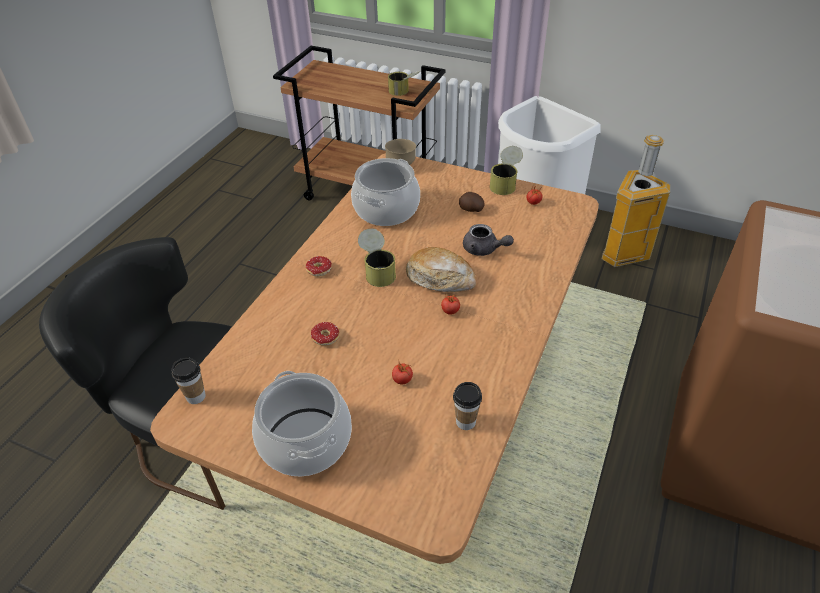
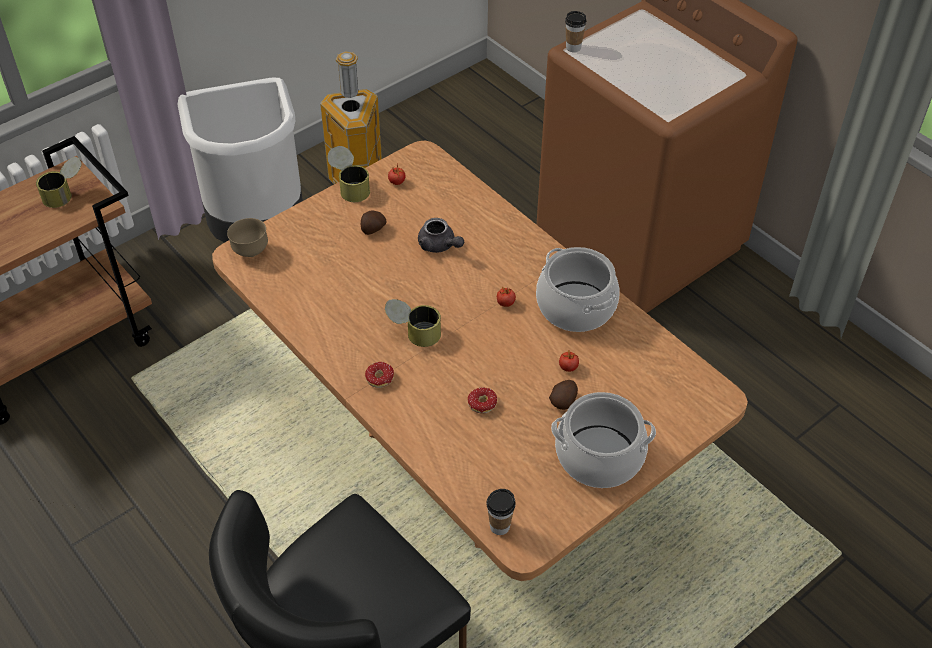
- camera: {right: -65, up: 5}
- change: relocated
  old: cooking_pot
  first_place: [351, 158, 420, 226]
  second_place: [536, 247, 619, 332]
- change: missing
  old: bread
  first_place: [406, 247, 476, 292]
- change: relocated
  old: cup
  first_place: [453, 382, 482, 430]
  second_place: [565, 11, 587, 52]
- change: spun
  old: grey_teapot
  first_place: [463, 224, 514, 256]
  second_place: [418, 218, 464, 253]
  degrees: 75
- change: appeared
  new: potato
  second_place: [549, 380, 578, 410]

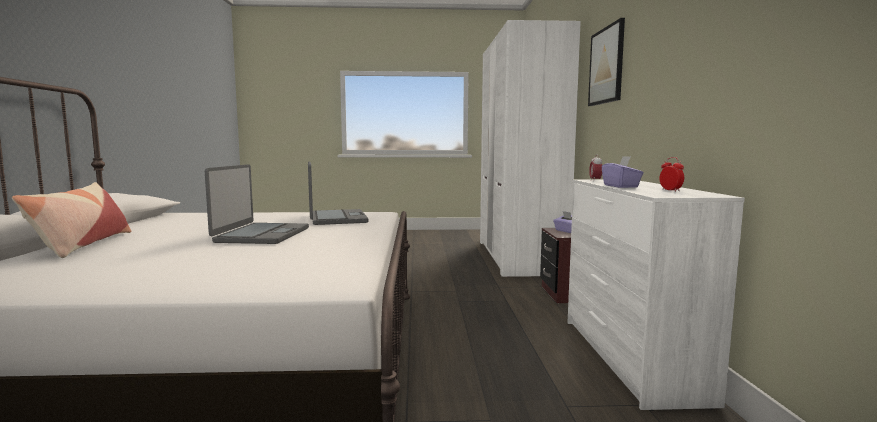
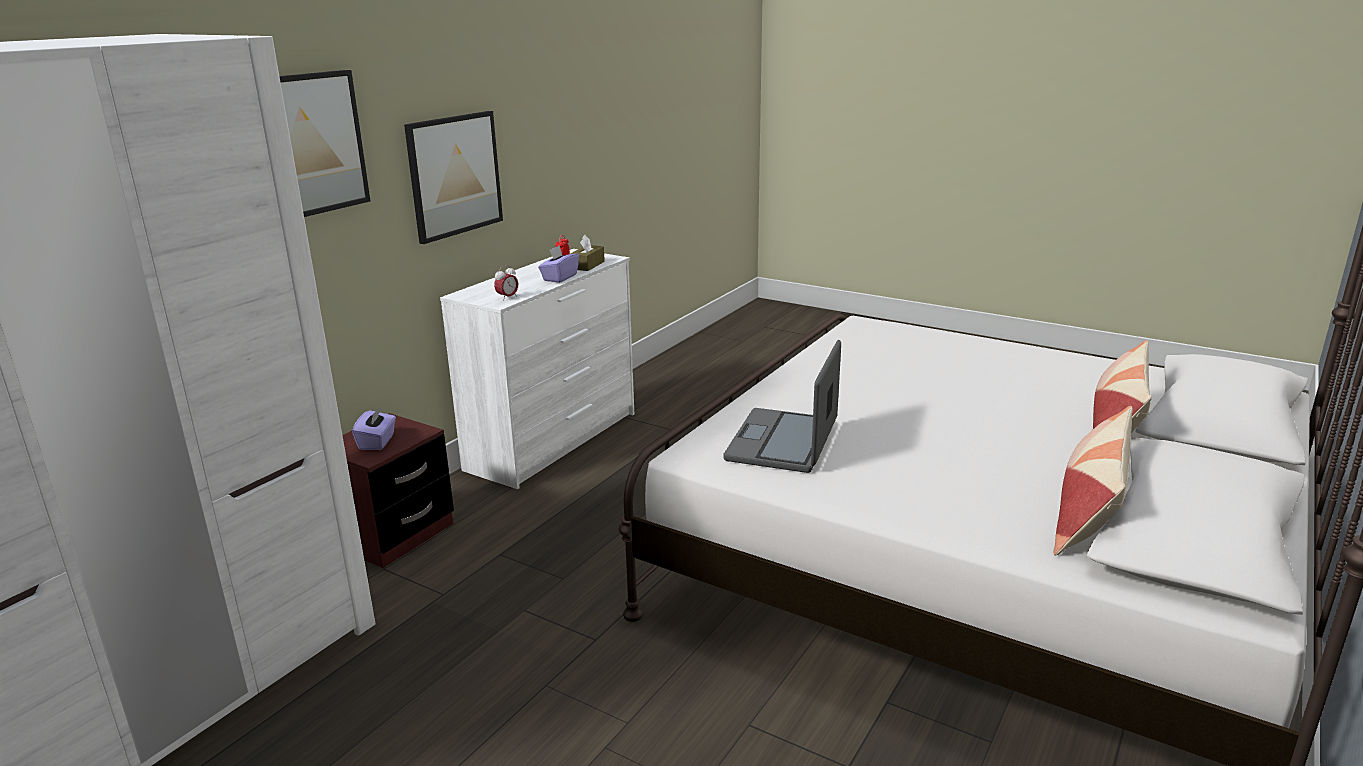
- camera: {right: -145, up: 15}
- change: missing
  old: laptop
  first_place: [205, 164, 309, 244]
- change: appeared
  new: picture
  second_place: [404, 111, 503, 244]
- change: appeared
  new: brown_tissue_box
  second_place: [570, 235, 605, 271]
- change: appeared
  new: pillow
  second_place: [1054, 406, 1133, 556]

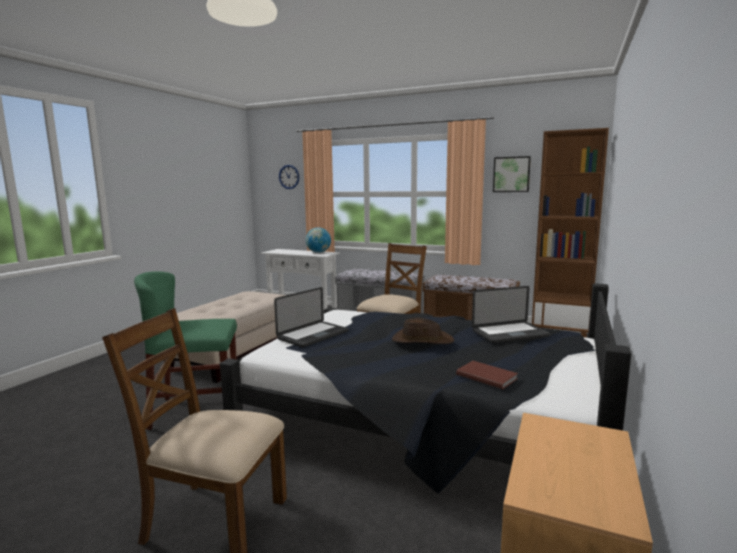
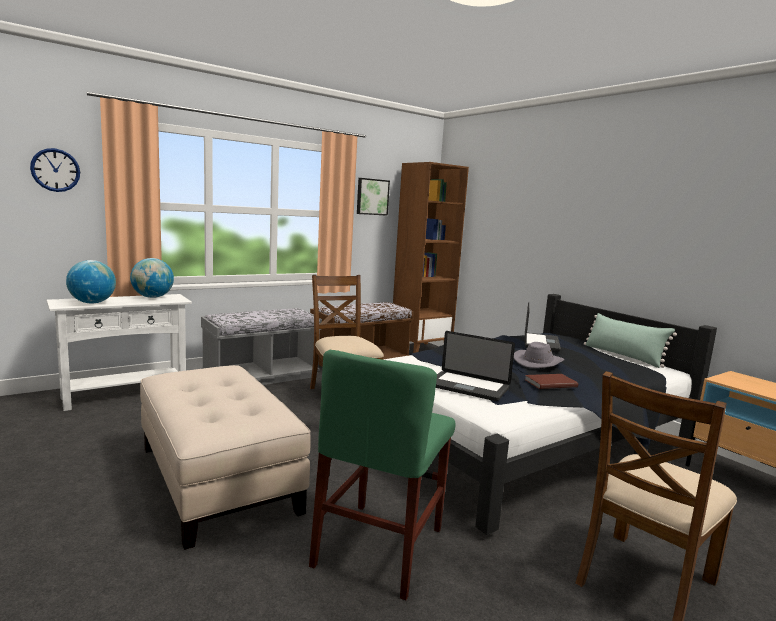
- camera: {right: -60, up: 0}
- change: spun
  old: laptop
  first_place: [274, 287, 348, 348]
  second_place: [436, 331, 515, 401]
  degrees: 135
- change: colour
  old: brown_hat
  new: grey_hat
  first_place: [392, 318, 454, 344]
  second_place: [514, 342, 564, 368]
- change: relocated
  old: brown_book
  first_place: [456, 361, 518, 389]
  second_place: [525, 374, 578, 389]
- change: appeared
  new: globe
  second_place: [66, 260, 116, 303]
- change: appeared
  new: green_pillow
  second_place: [584, 313, 677, 368]

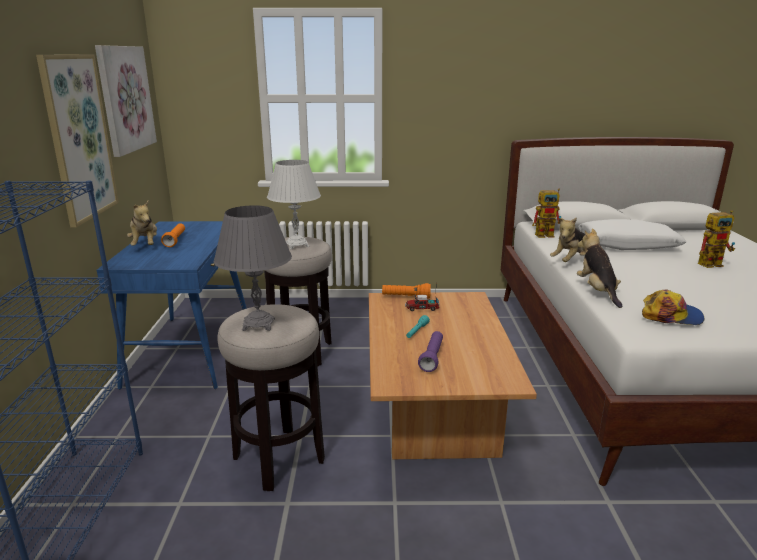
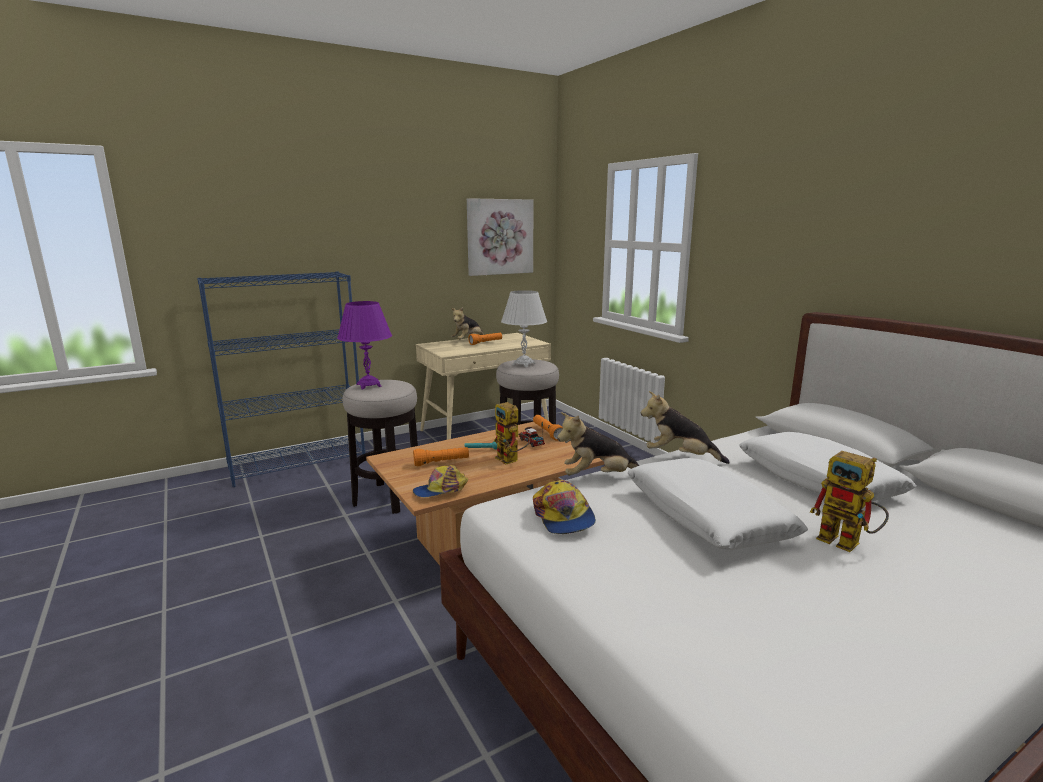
- camera: {right: 60, up: -5}
- change: missing
  old: picture
  first_place: [36, 54, 119, 227]
- change: colour
  old: blue_desk
  new: beige_desk
  first_place: [97, 221, 247, 390]
  second_place: [416, 333, 551, 440]
- change: colour
  old: grey_table_lamp
  new: purple_table_lamp
  first_place: [213, 205, 292, 331]
  second_place: [337, 301, 392, 389]
- change: colour
  old: purple_flashlight
  new: orange_flashlight
  first_place: [418, 331, 443, 372]
  second_place: [413, 447, 469, 466]
- change: relocated
  old: toy_robot
  first_place: [532, 189, 561, 238]
  second_place: [494, 402, 530, 465]
- change: spun
  old: plush_toy
  first_place: [577, 228, 623, 308]
  second_place: [557, 412, 639, 476]
  degrees: -150
- change: appeared
  new: cap
  second_place: [413, 465, 468, 497]
- change: appeared
  new: white_pillow
  second_place: [627, 458, 808, 550]

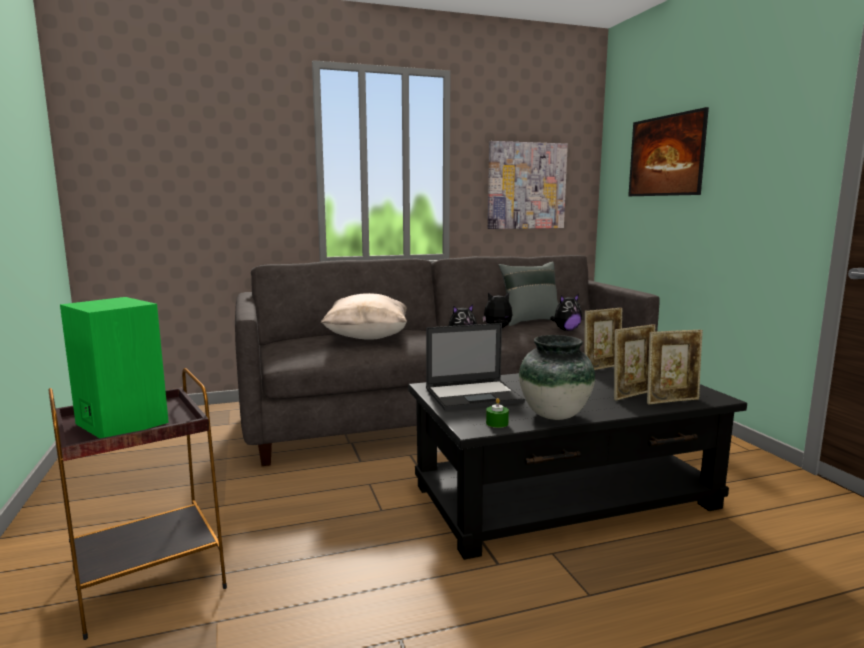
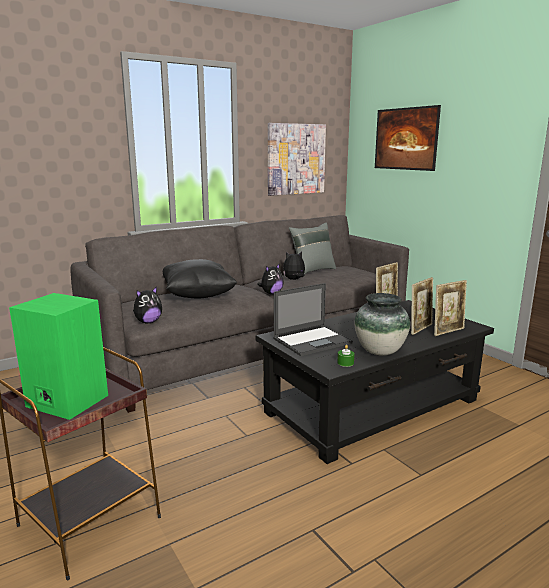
- camera: {right: -15, up: 5}
- change: colour
  old: beige_pillow
  new: black_pillow
  first_place: [321, 293, 407, 340]
  second_place: [163, 259, 237, 298]
- change: relocated
  old: plush_toy
  first_place: [550, 294, 582, 331]
  second_place: [133, 286, 162, 323]

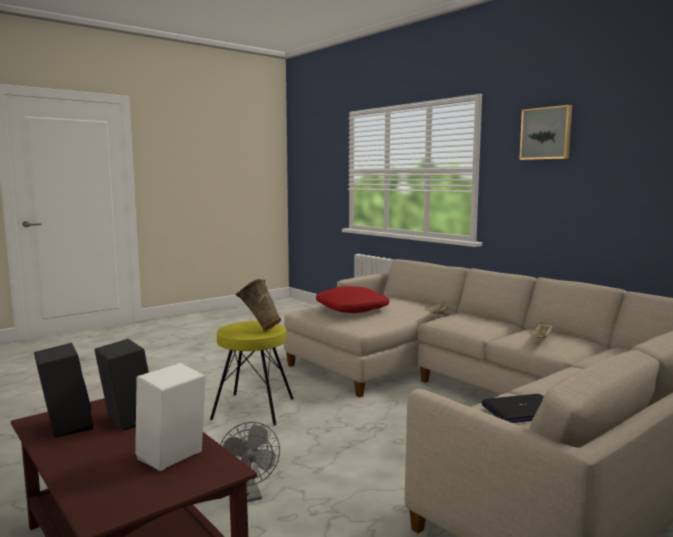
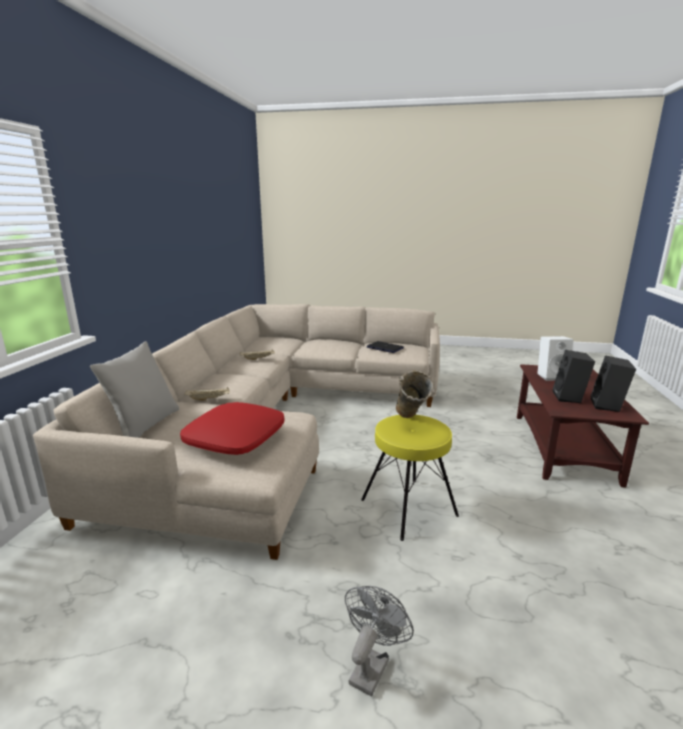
- camera: {right: -130, up: 10}
- change: relocated
  old: grey_fan
  first_place: [220, 422, 280, 502]
  second_place: [345, 586, 414, 696]
- change: missing
  old: picture
  first_place: [519, 105, 572, 160]
- change: appeared
  new: grey_pillow
  second_place: [90, 341, 179, 438]

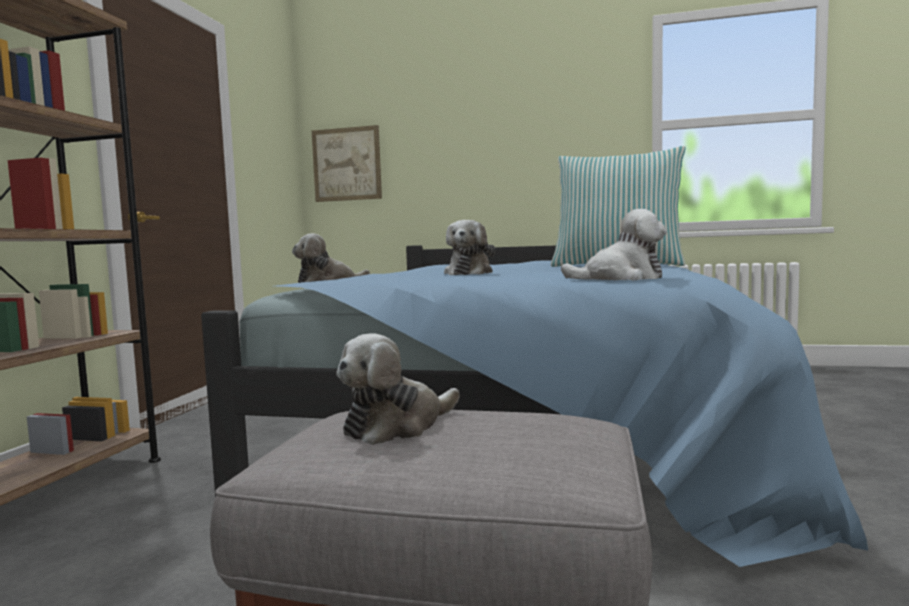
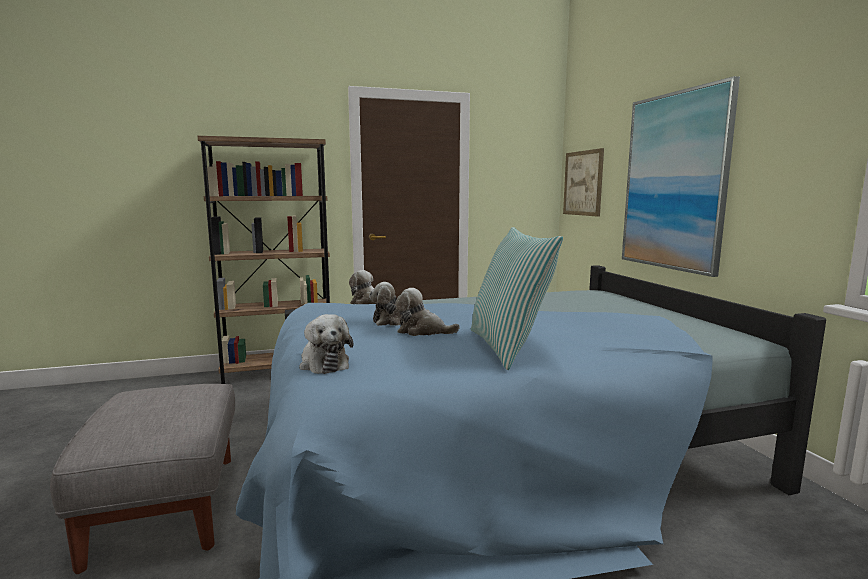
- camera: {right: 60, up: 5}
- change: relocated
  old: plush_toy
  first_place: [336, 333, 460, 445]
  second_place: [396, 288, 460, 336]
- change: appeared
  new: picture
  second_place: [622, 76, 740, 277]

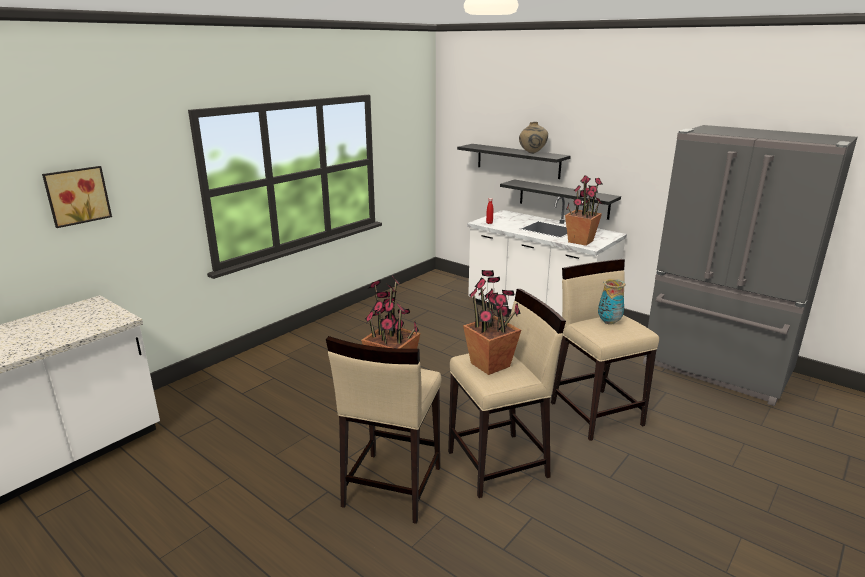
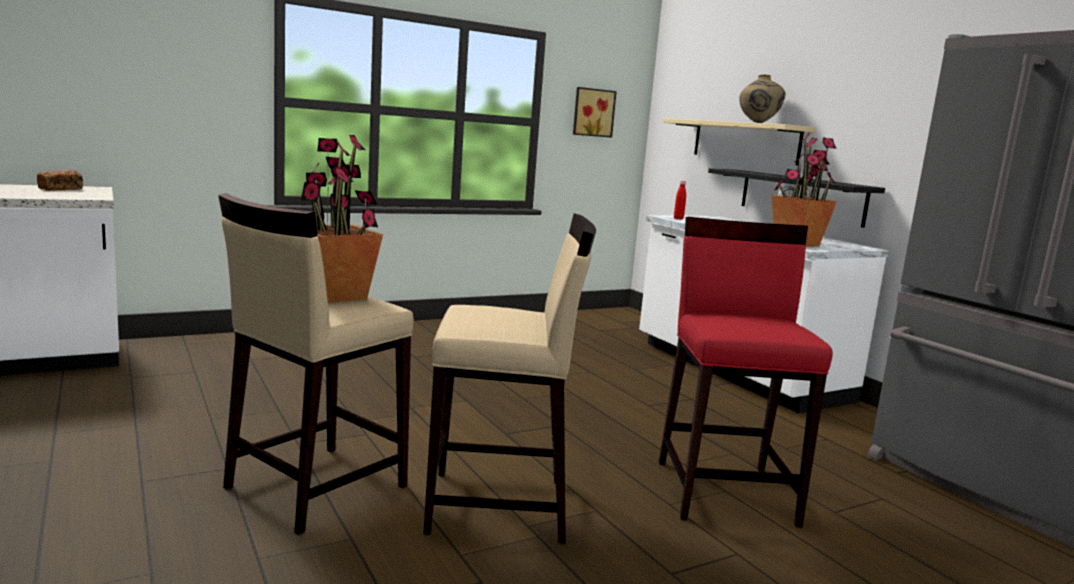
- camera: {right: 20, up: -10}
- change: relocated
  old: picture
  first_place: [42, 166, 112, 228]
  second_place: [573, 87, 617, 138]
- change: colour
  old: black_shelf
  new: beige_shelf
  first_place: [457, 144, 571, 179]
  second_place: [662, 118, 816, 165]
- change: missing
  old: potted_plant
  first_place: [463, 270, 521, 375]
- change: colour
  old: beige_stool
  new: red_stool
  first_place: [551, 259, 659, 441]
  second_place: [659, 217, 833, 528]
- change: missing
  old: vase
  first_place: [598, 279, 626, 325]
- change: appeared
  new: bread
  second_place: [37, 170, 83, 191]

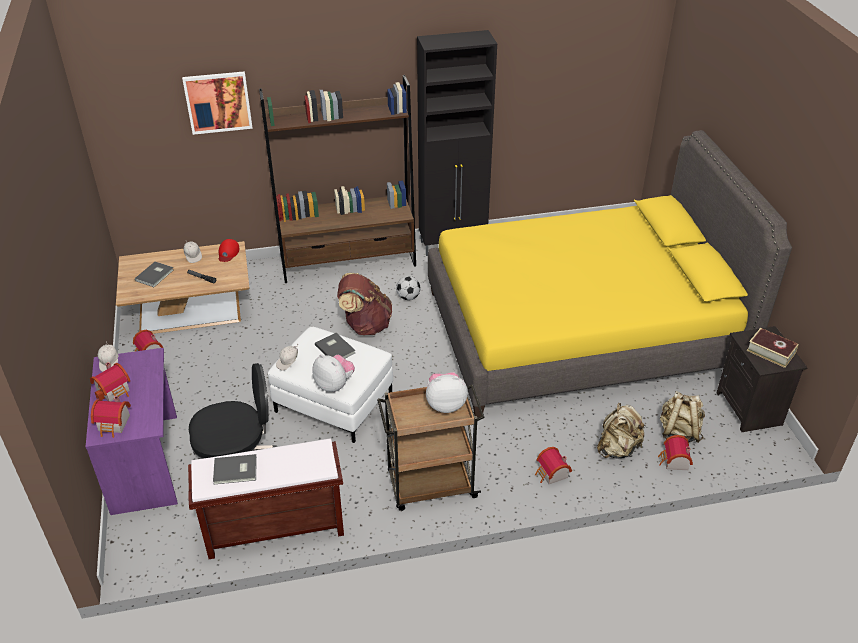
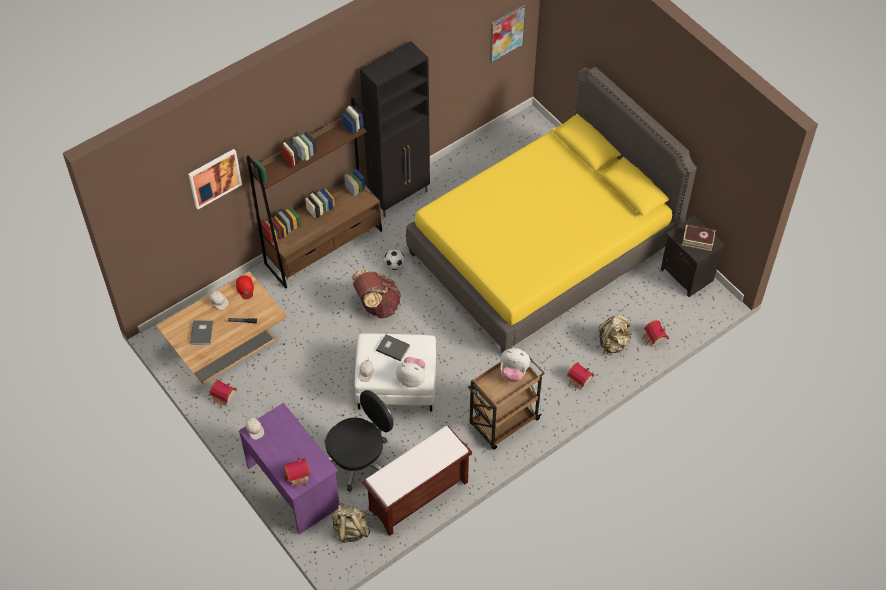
- camera: {right: -25, up: 15}
- change: missing
  old: toy_house
  first_place: [90, 362, 130, 401]
- change: missing
  old: grey_book
  first_place: [213, 454, 257, 484]
- change: spun
  old: plush_toy
  first_place: [426, 372, 468, 413]
  second_place: [500, 348, 530, 382]
  degrees: -135
- change: relocated
  old: beige_backpack
  first_place: [660, 391, 705, 443]
  second_place: [332, 503, 370, 543]
- change: appeared
  new: picture
  second_place: [490, 5, 526, 63]

